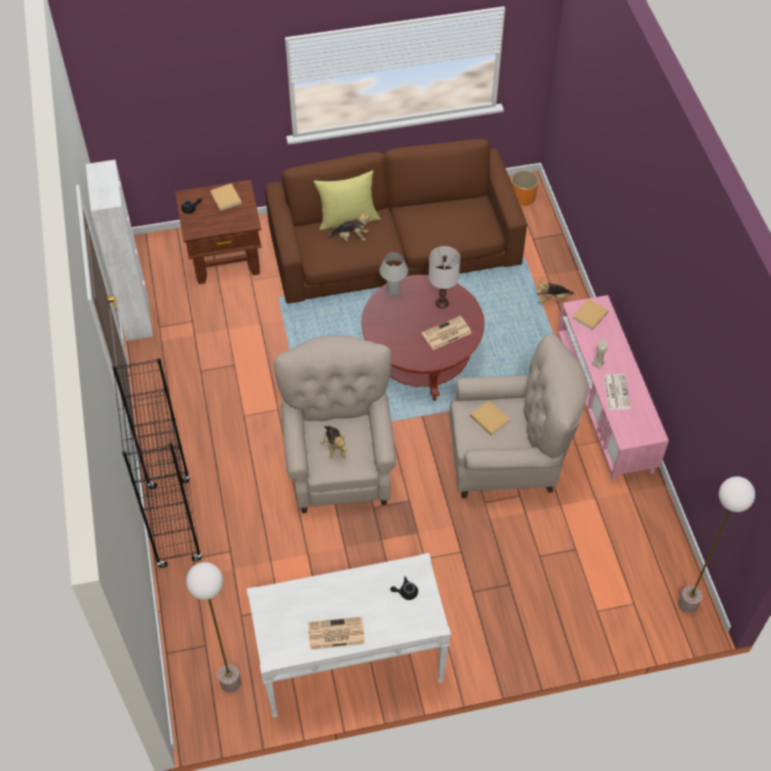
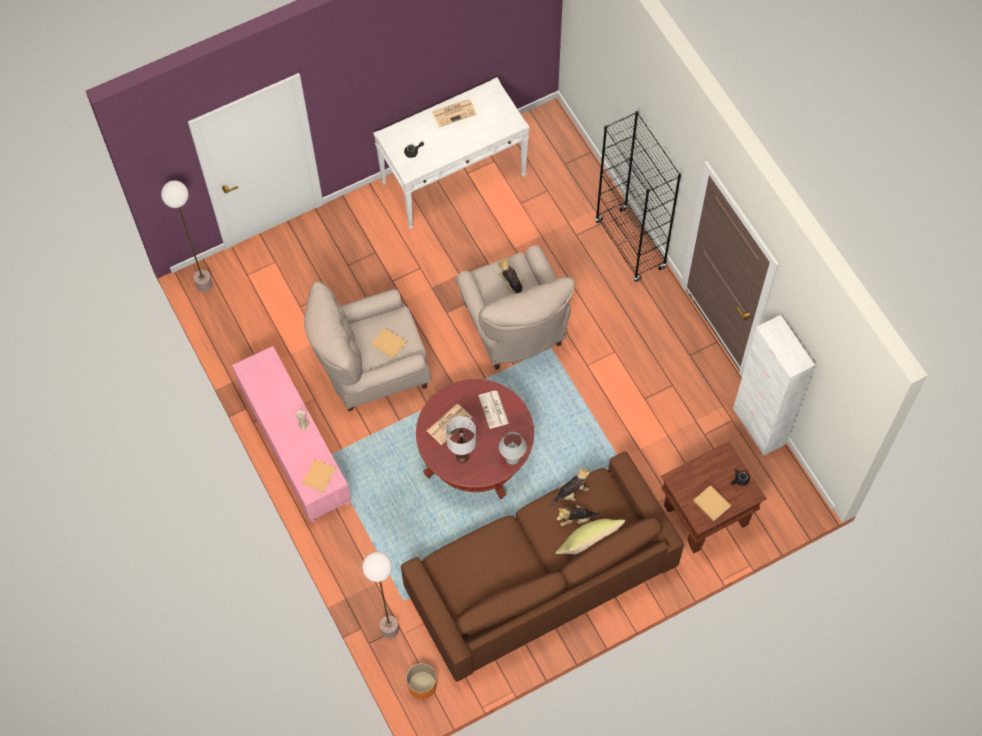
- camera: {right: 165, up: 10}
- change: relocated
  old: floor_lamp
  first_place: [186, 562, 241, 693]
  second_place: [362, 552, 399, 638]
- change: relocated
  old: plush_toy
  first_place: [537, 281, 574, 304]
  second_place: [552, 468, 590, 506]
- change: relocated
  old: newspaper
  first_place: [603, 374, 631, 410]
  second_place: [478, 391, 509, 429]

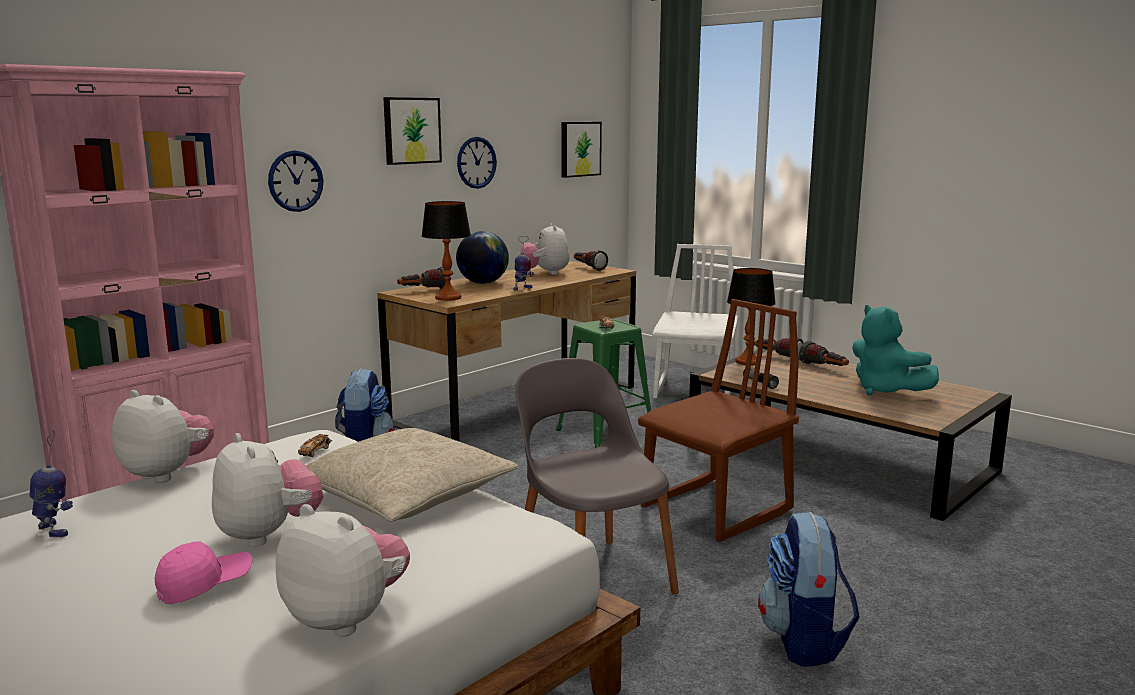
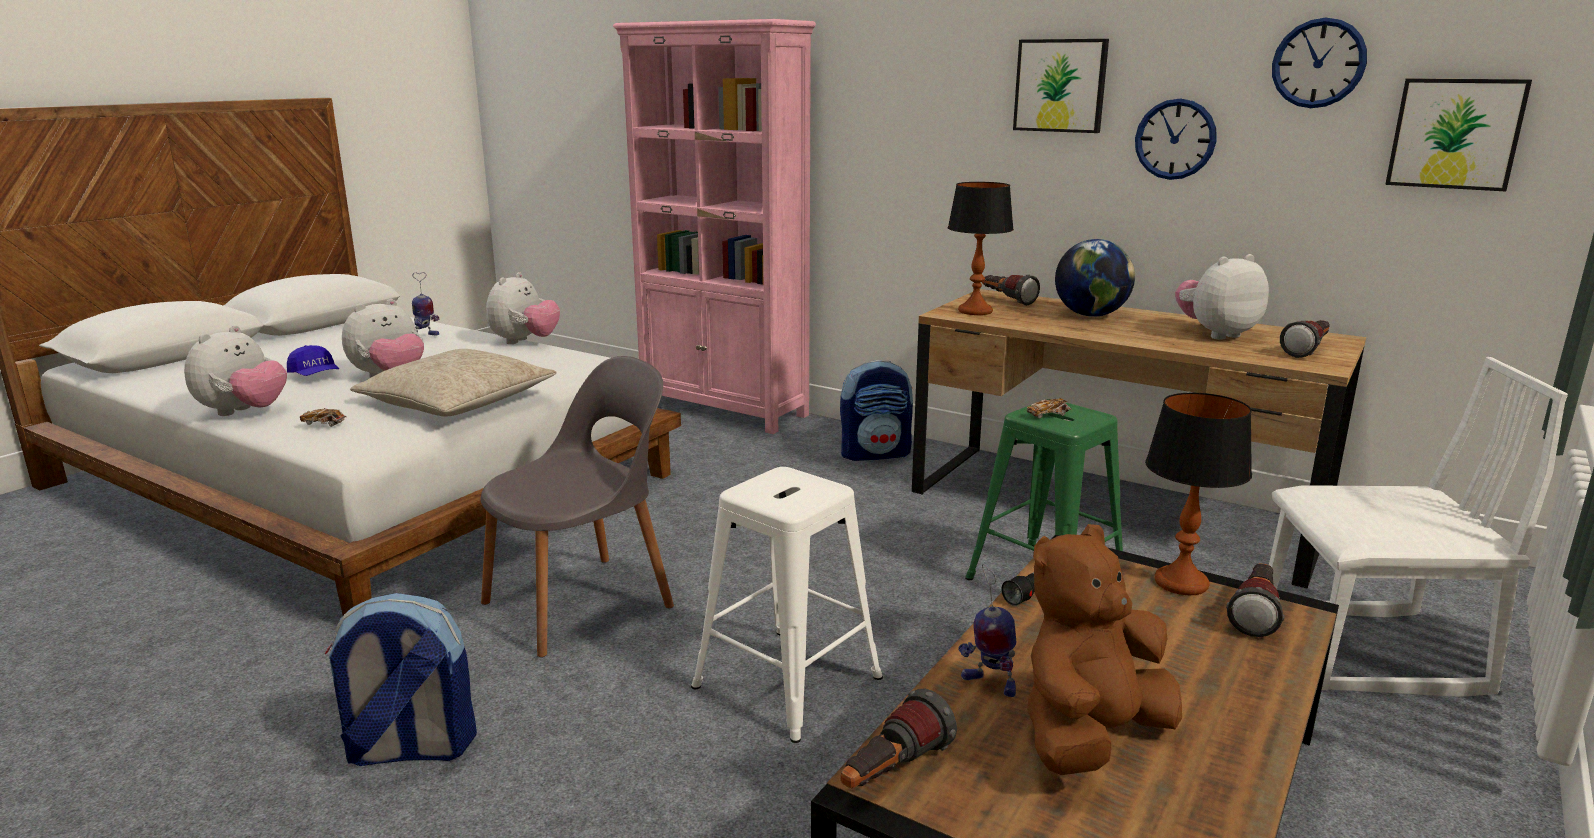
- camera: {right: 80, up: 5}
- change: colour
  old: pink_cap
  new: blue_cap
  first_place: [155, 541, 252, 604]
  second_place: [287, 345, 339, 376]
- change: relocated
  old: wall_clock
  first_place: [268, 150, 323, 212]
  second_place: [1272, 18, 1367, 108]
- change: relocated
  old: toy_car
  first_place: [298, 434, 332, 457]
  second_place: [300, 408, 346, 427]
- change: relocated
  old: toy_robot
  first_place: [513, 236, 534, 291]
  second_place: [958, 564, 1016, 697]
- change: exchanged
  old: brown_chair
  new: white_stool
  first_place: [638, 299, 799, 542]
  second_place: [691, 467, 883, 743]
- change: relocated
  old: flashlight
  first_place: [799, 341, 849, 366]
  second_place: [841, 689, 957, 788]
- change: colour
  old: turquoise_plush_toy
  new: brown_plush_toy
  first_place: [852, 305, 939, 395]
  second_place: [1027, 524, 1182, 775]

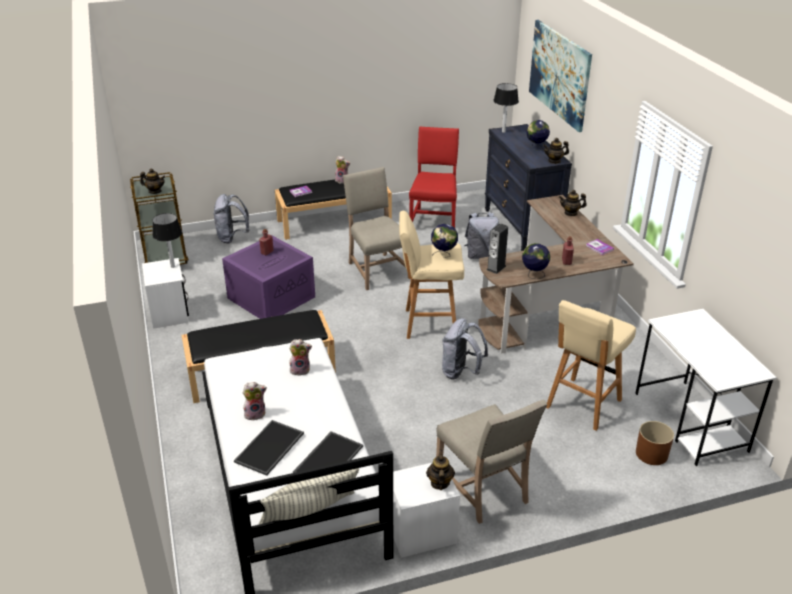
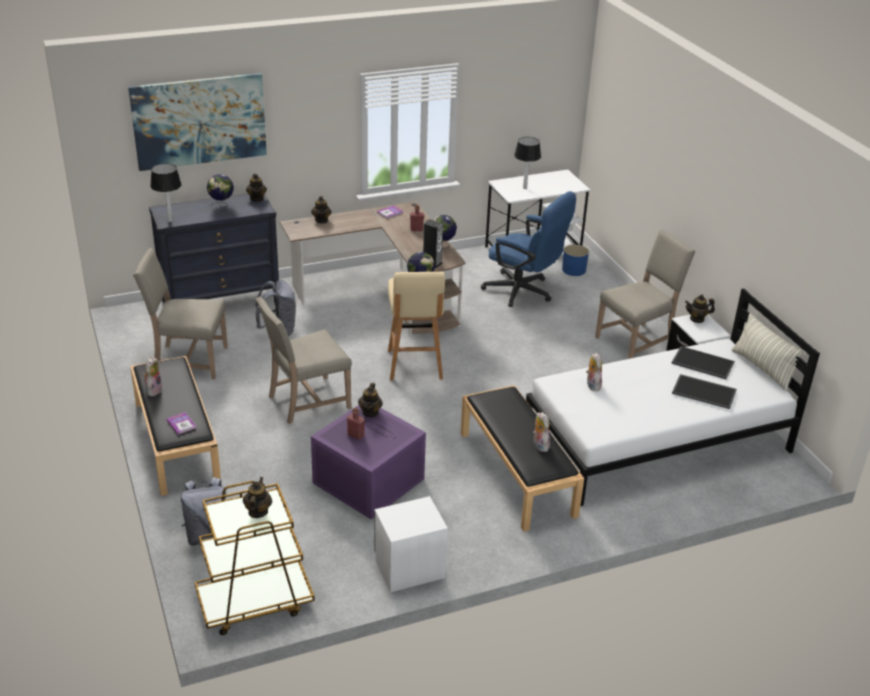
- camera: {right: -95, up: 0}
- change: relocated
  old: table_lamp
  first_place: [152, 213, 182, 268]
  second_place: [514, 137, 541, 189]
- change: relocated
  old: plush_toy
  first_place: [243, 382, 267, 420]
  second_place: [533, 412, 550, 452]
- change: colour
  old: red_chair
  new: beige_chair
  first_place: [409, 126, 459, 228]
  second_place: [133, 248, 228, 379]
- change: missing
  old: grey_backpack
  first_place: [442, 318, 488, 380]
- change: exchanged
  old: beige_stool
  new: blue_office_chair
  first_place: [546, 300, 636, 431]
  second_place: [481, 191, 576, 307]
- change: colour
  old: brown_planter
  new: blue_planter
  first_place: [636, 421, 674, 465]
  second_place: [562, 245, 589, 276]
- change: appeared
  new: teapot
  second_place: [358, 383, 383, 417]

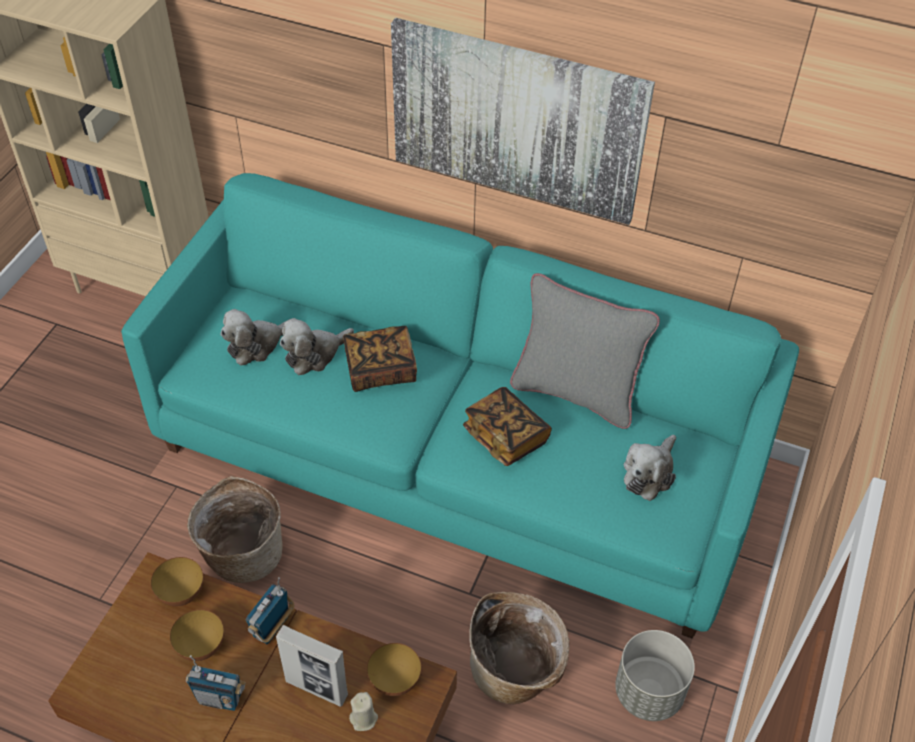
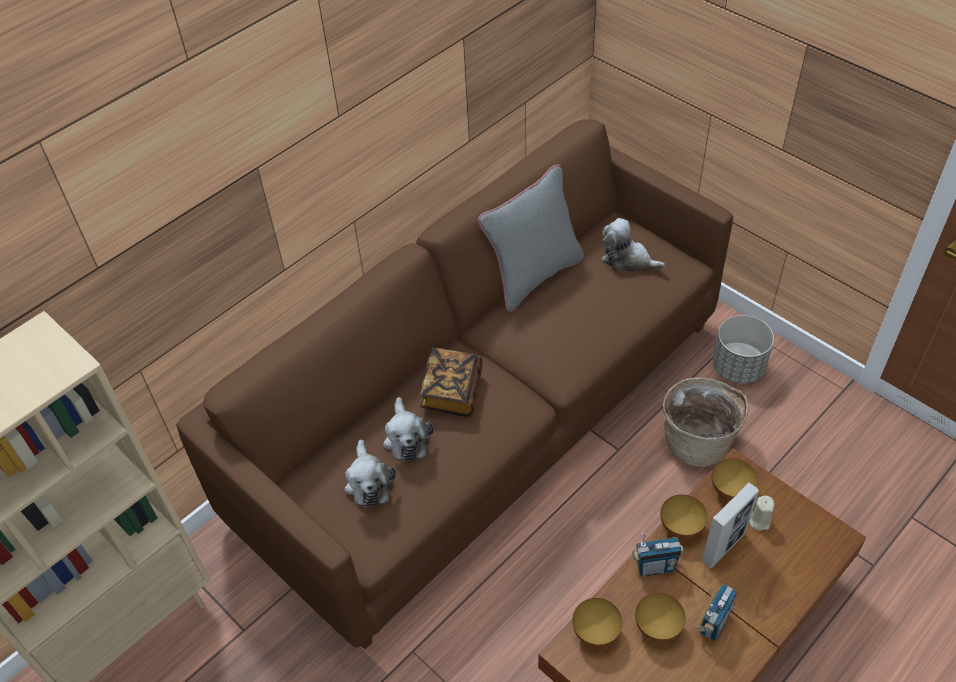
- camera: {right: -65, up: 0}
- change: colour
  old: turquoise_sofa
  new: brown_sofa
  first_place: [121, 173, 799, 638]
  second_place: [176, 119, 733, 649]
- change: missing
  old: basket
  first_place: [187, 476, 283, 583]
- change: spun
  old: radio
  first_place: [246, 577, 294, 644]
  second_place: [632, 533, 684, 577]
  degrees: -60
- change: missing
  old: picture
  first_place: [391, 18, 655, 225]
- change: missing
  old: book
  first_place: [463, 387, 552, 466]
- change: spun
  old: plush_toy
  first_place: [624, 435, 676, 501]
  second_place: [602, 218, 665, 271]
  degrees: 150
- change: appeared
  new: bowl
  second_place: [660, 494, 708, 539]

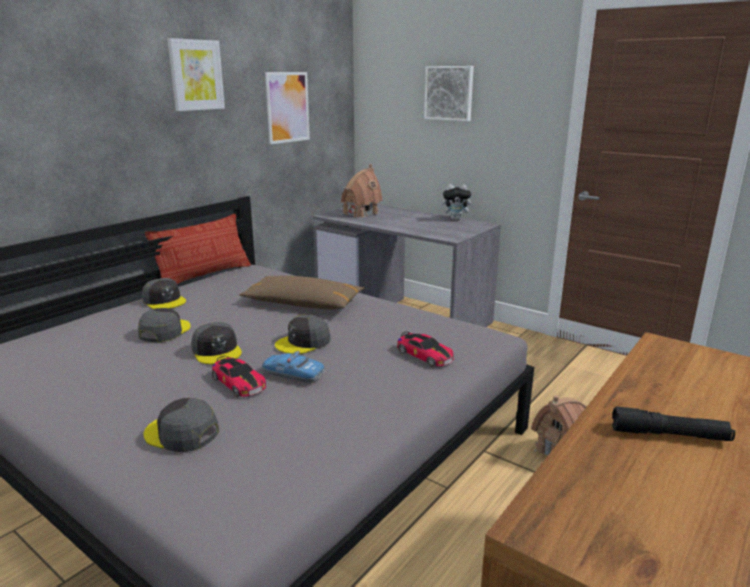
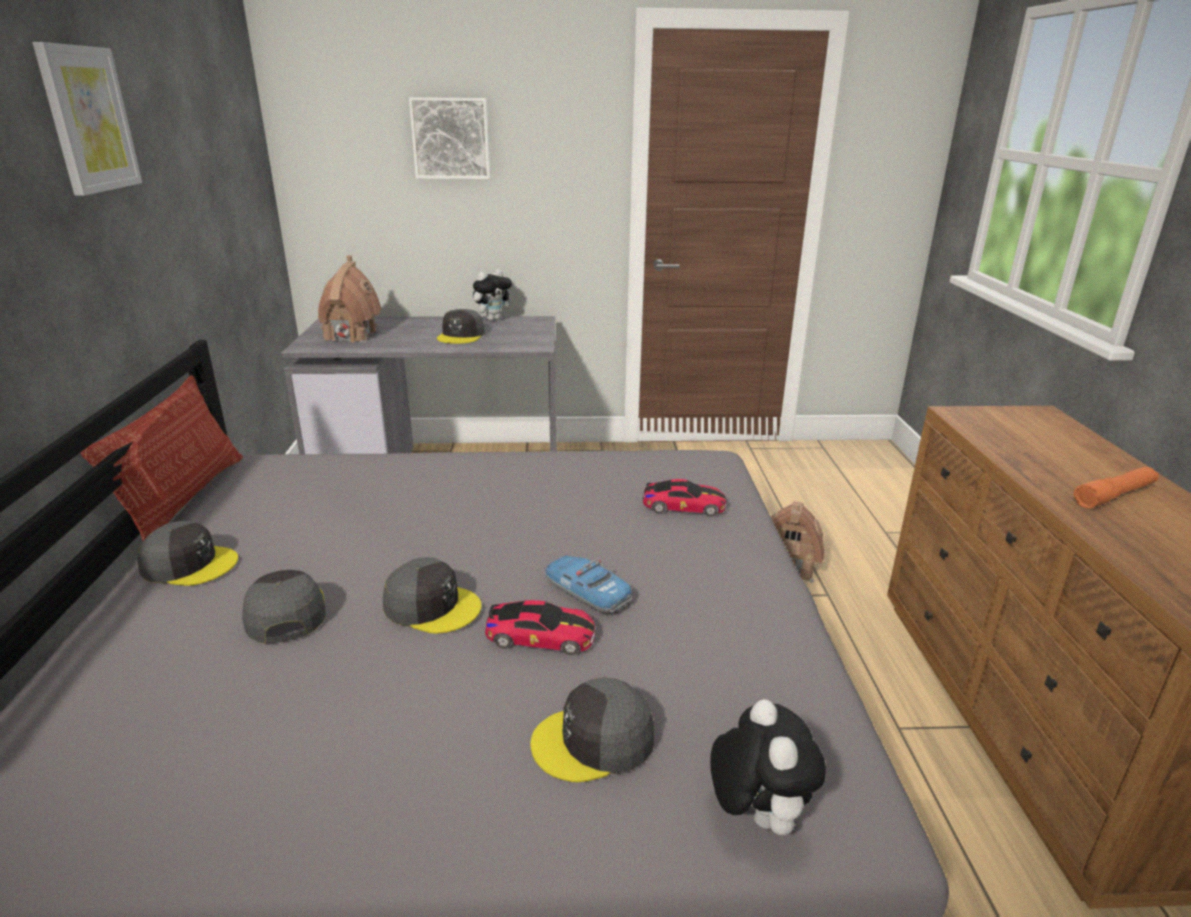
- camera: {right: -40, up: 5}
- change: missing
  old: brown_pillow
  first_place: [239, 276, 365, 310]
- change: spun
  old: toy_car
  first_place: [262, 351, 325, 383]
  second_place: [545, 555, 632, 613]
  degrees: 60
- change: missing
  old: picture
  first_place: [265, 72, 310, 144]
- change: relocated
  old: grey_cap
  first_place: [275, 315, 331, 354]
  second_place: [437, 309, 485, 344]
- change: colour
  old: black_flashlight
  new: orange_flashlight
  first_place: [612, 406, 735, 441]
  second_place: [1074, 467, 1159, 508]
- change: appeared
  new: plush_toy
  second_place: [710, 699, 826, 836]

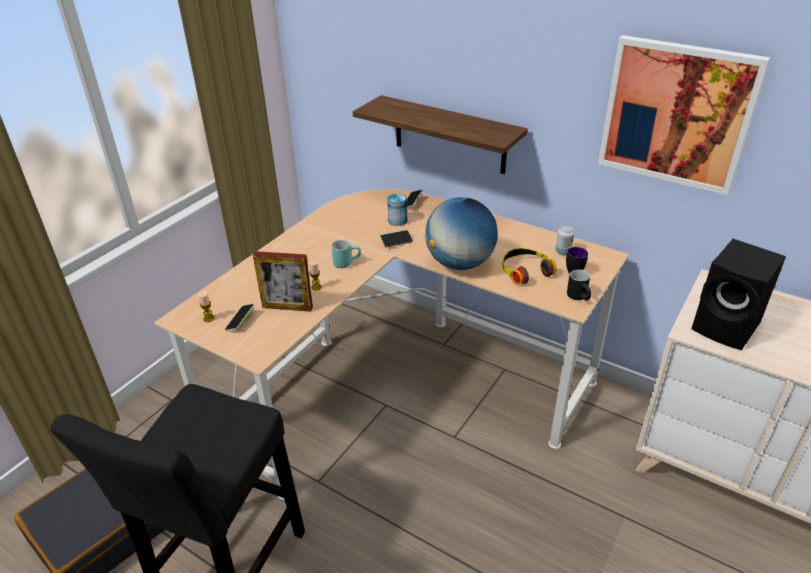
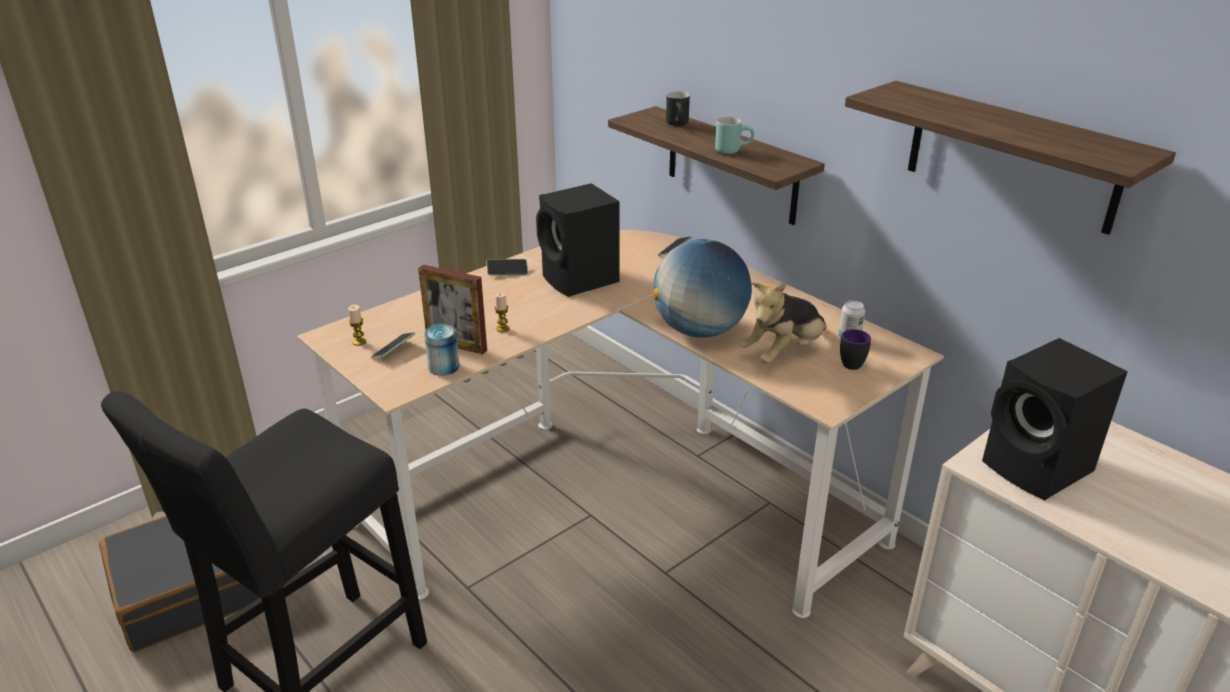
- camera: {right: 15, up: -5}
- change: relocated
  old: turquoise_mug
  first_place: [332, 240, 361, 268]
  second_place: [715, 117, 754, 154]
- change: relocated
  old: phone
  first_place: [380, 230, 413, 247]
  second_place: [486, 259, 528, 275]
- change: relocated
  old: can
  first_place: [388, 194, 408, 226]
  second_place: [424, 324, 459, 376]
- change: exchanged
  old: headphones
  new: plush_toy
  first_place: [502, 248, 557, 285]
  second_place: [740, 282, 827, 364]
- change: relocated
  old: black_mug
  first_place: [567, 270, 591, 300]
  second_place: [666, 91, 690, 126]
- change: exchanged
  old: picture
  new: shelf
  first_place: [598, 35, 770, 195]
  second_place: [845, 81, 1176, 235]
- change: appeared
  new: black_speaker
  second_place: [536, 183, 620, 297]

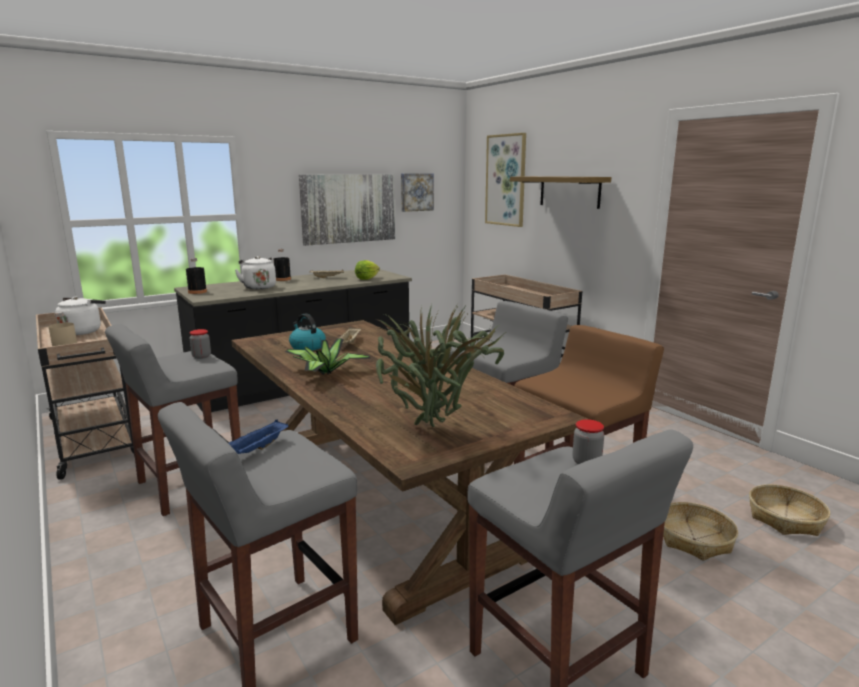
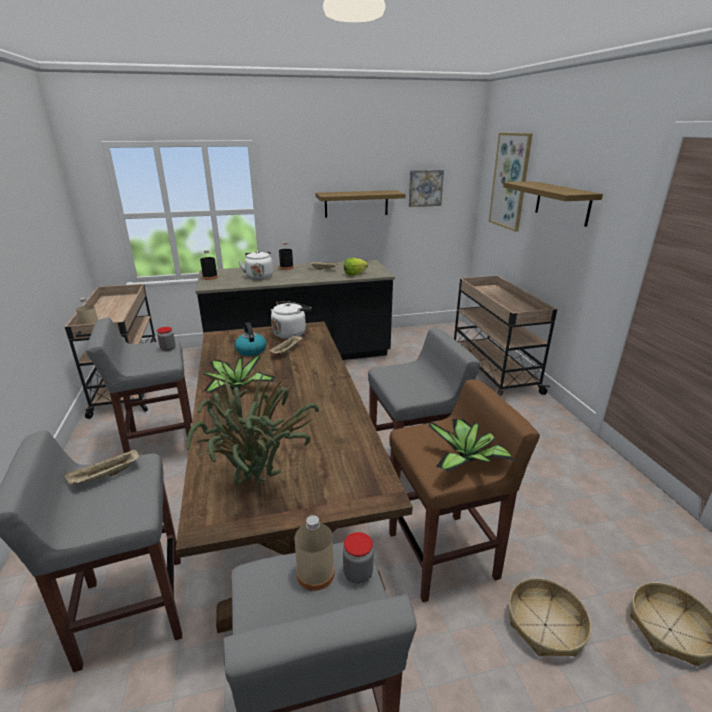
- camera: {right: 20, up: 10}
- change: relocated
  old: white_kettle
  first_place: [55, 297, 106, 335]
  second_place: [271, 301, 311, 339]
- change: colour
  old: blue_tray
  new: beige_tray
  first_place: [229, 419, 289, 454]
  second_place: [65, 448, 140, 486]
- change: exchanged
  old: picture
  new: shelf
  first_place: [299, 174, 395, 246]
  second_place: [315, 190, 406, 218]
- change: appeared
  new: beige_bottle
  second_place: [294, 515, 334, 591]
- change: appeared
  new: potted_plant
  second_place: [428, 419, 518, 472]

